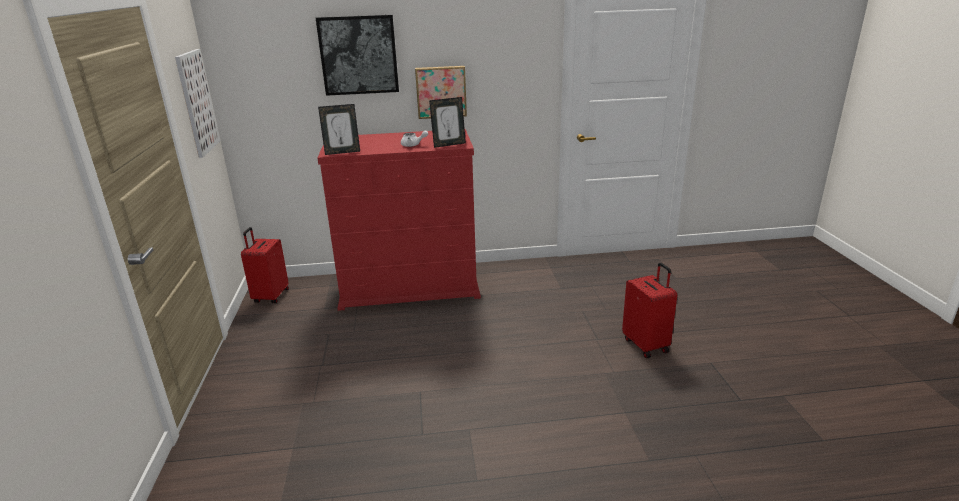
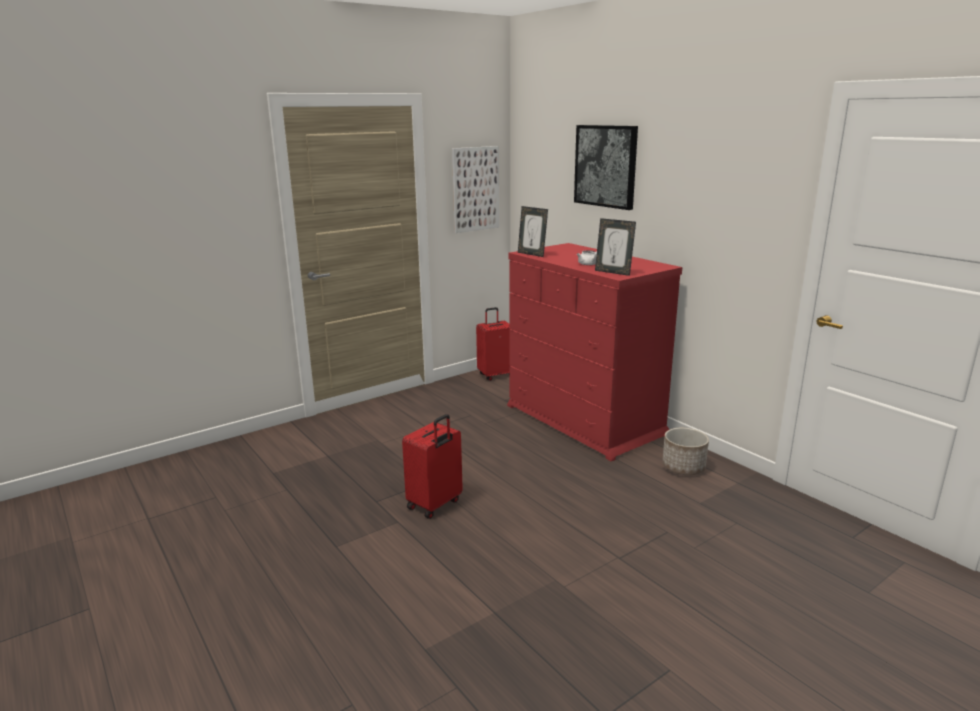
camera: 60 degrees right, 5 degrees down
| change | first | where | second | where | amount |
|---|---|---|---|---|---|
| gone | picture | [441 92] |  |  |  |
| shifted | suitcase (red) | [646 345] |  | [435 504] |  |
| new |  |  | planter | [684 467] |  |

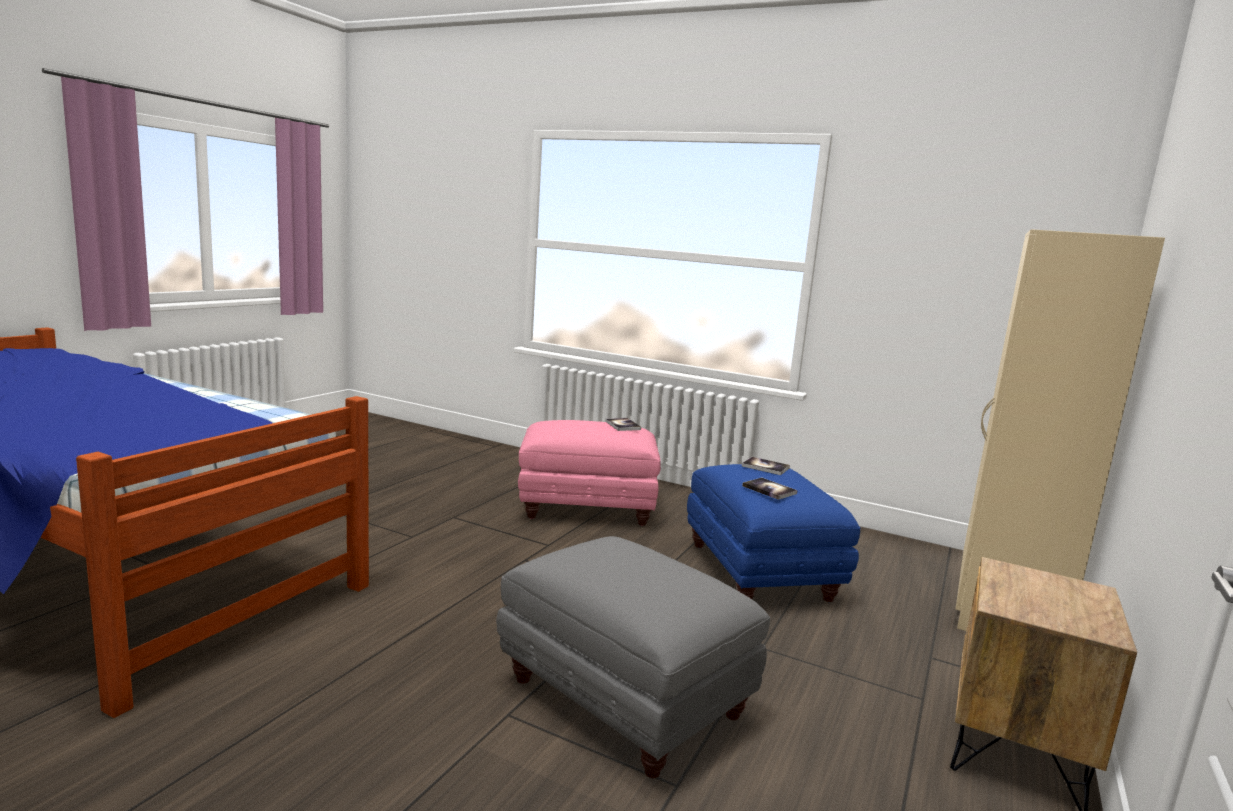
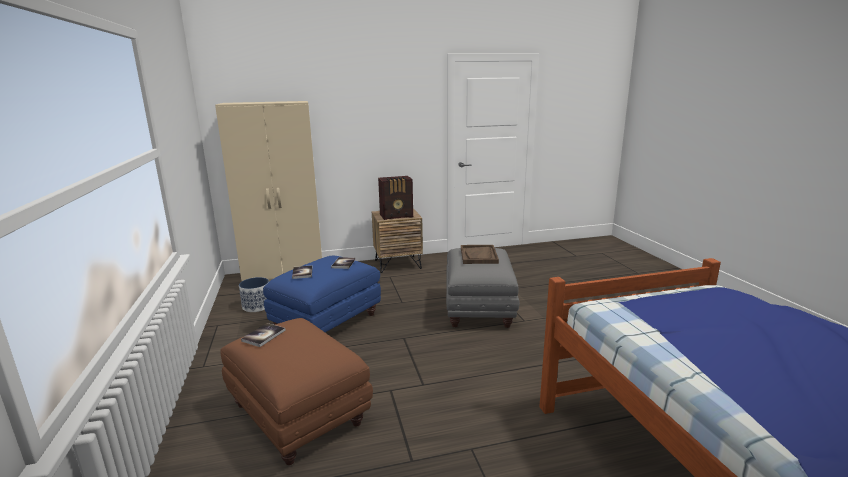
camera: 130 degrees left, 5 degrees up
| change | first | where | second | where | amount |
|---|---|---|---|---|---|
| repainted | ottoman (pink) | [585 508] | ottoman (brown) | [299 416] |  |
| new |  |  | planter | [257 306] |  |
| new |  |  | radio | [397 216] |  |
| new |  |  | tray (brown) | [478 256] |  |

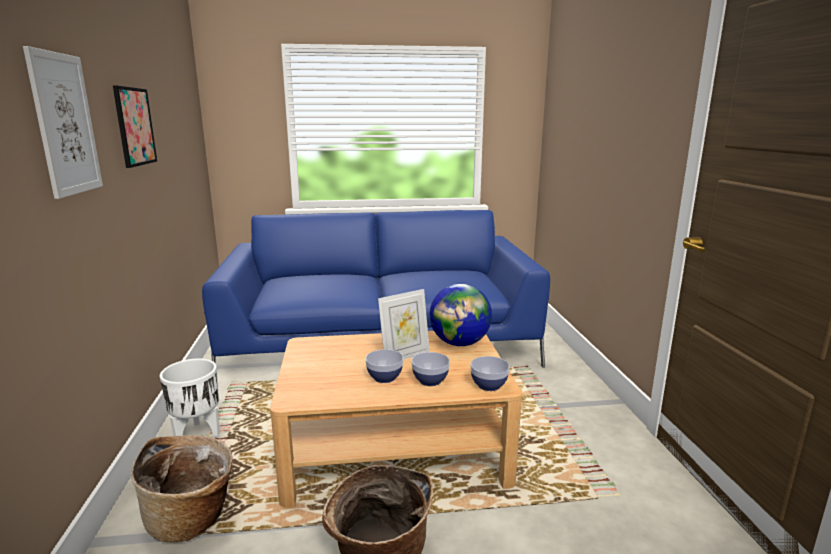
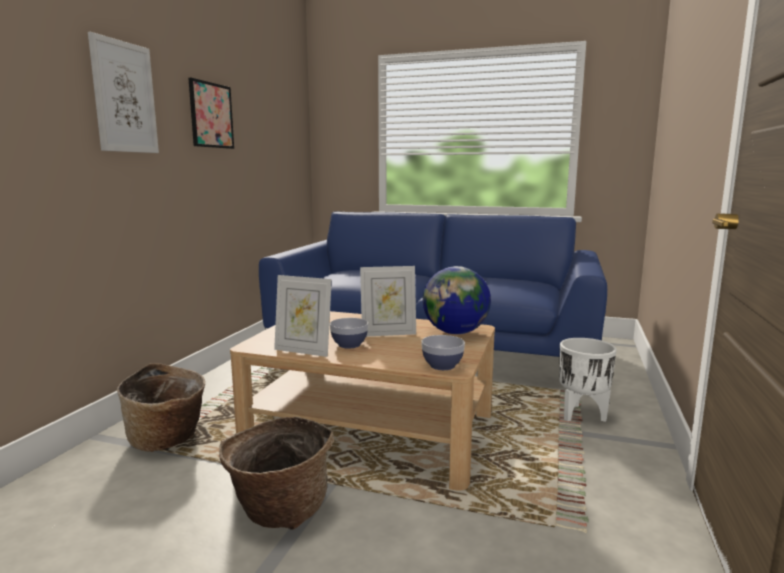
camera: 25 degrees right, 5 degrees down
| change | first | where | second | where | amount |
|---|---|---|---|---|---|
| shifted | planter (white) | [197 433] |  | [582 415] |  |
| gone | bowl | [430 380] |  |  |  |
| new |  |  | picture frame | [303 351] |  |

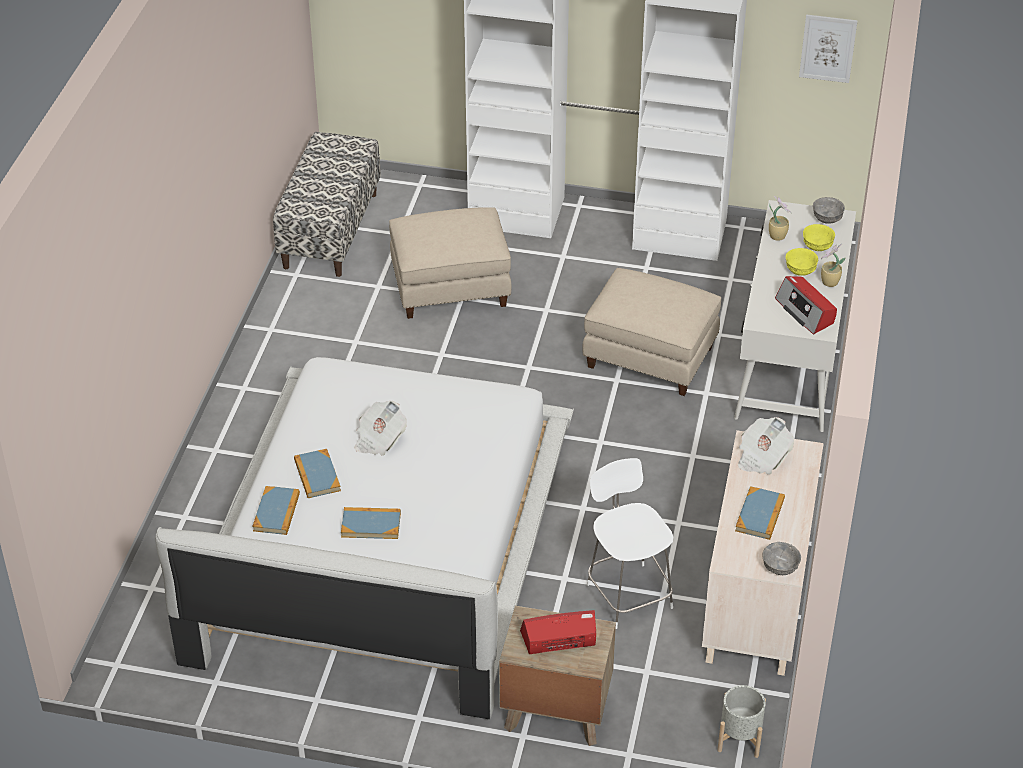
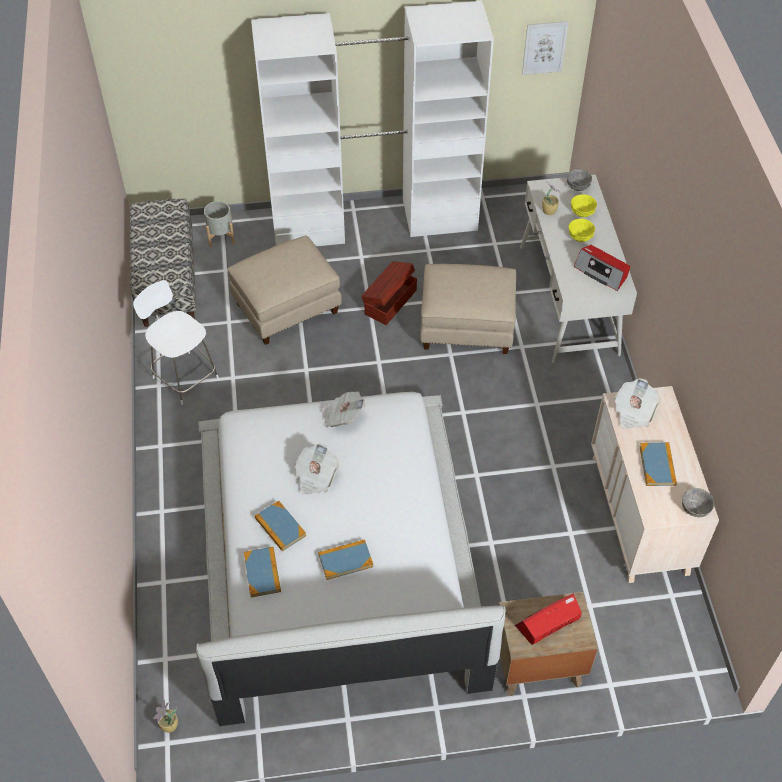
camera: 20 degrees left, 10 degrees up
| change | first | where | second | where | amount |
|---|---|---|---|---|---|
| shifted | chair (white) | [628 593] |  | [184 376] |  |
| shifted | planter (grey) | [739 738] |  | [221 236] |  |
| shifted | potted plant | [829 282] |  | [168 726] |  |
| new |  |  | newspaper | [342 416] |  |
| new |  |  | storage box (brown) | [389 302] |  |

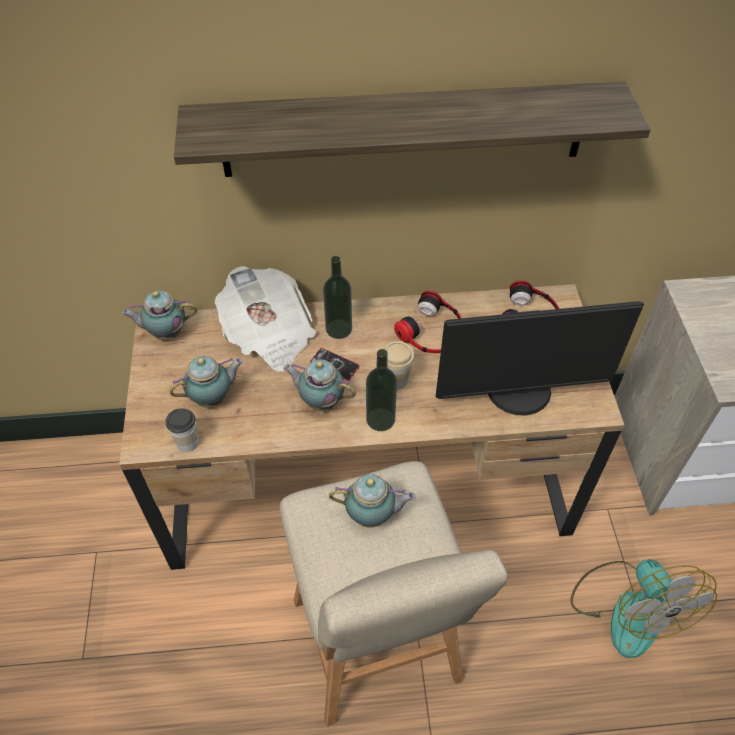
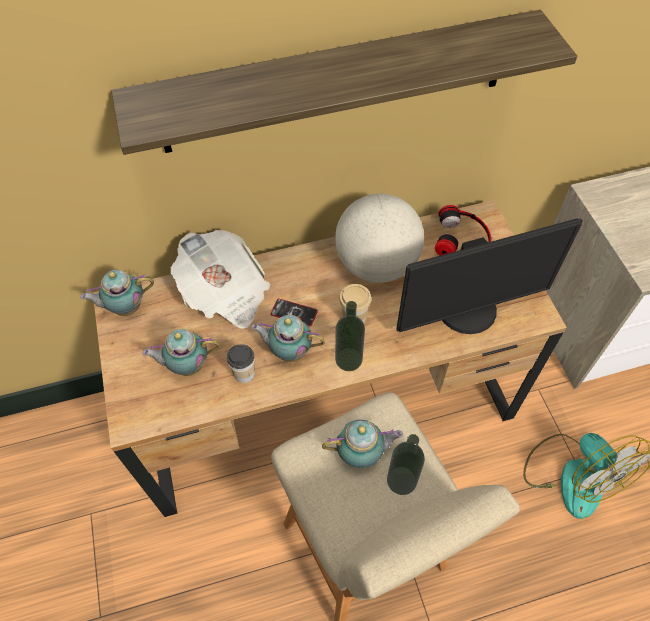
camera: 10 degrees left, 5 degrees up
| change | first | where | second | where | amount |
|---|---|---|---|---|---|
| shifted | cup | [188 442] |  | [244 374] |  |
| rotated | teapot | [213 398] |  | [187 365] | 150 degrees counterclockwise |
| shifted | bottle | [339 329] |  | [401 480] |  |
| swapped | headphones | [432 331] | globe | [376 265] |  |

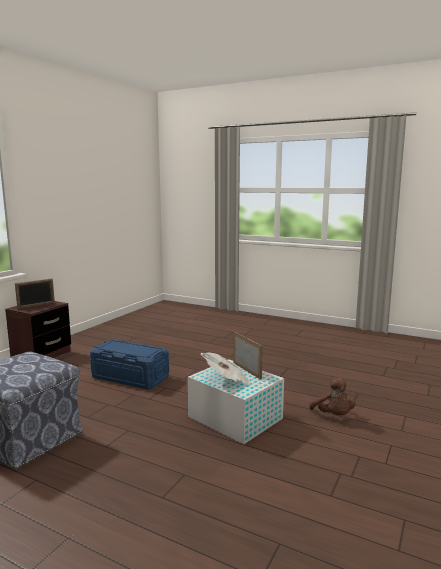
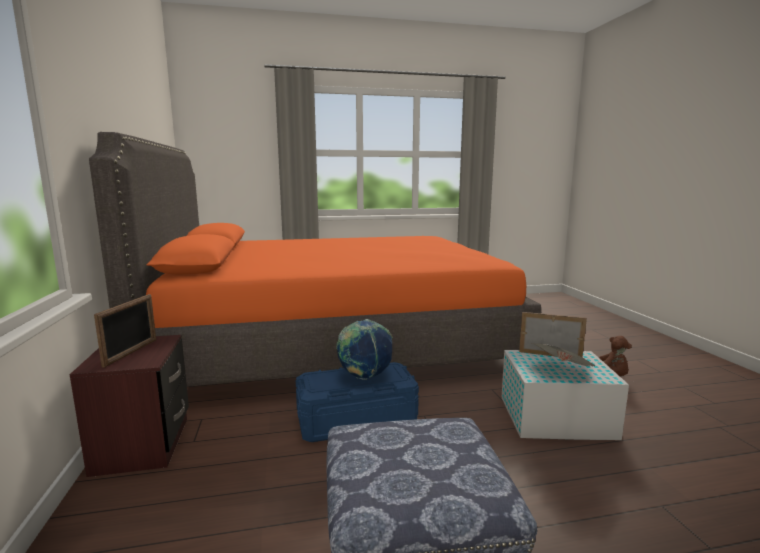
camera: 40 degrees left, 0 degrees up
| change | first | where | second | where | amount |
|---|---|---|---|---|---|
| new |  |  | bed (orange) | [333 345] |  |
| new |  |  | globe | [364 377] |  |

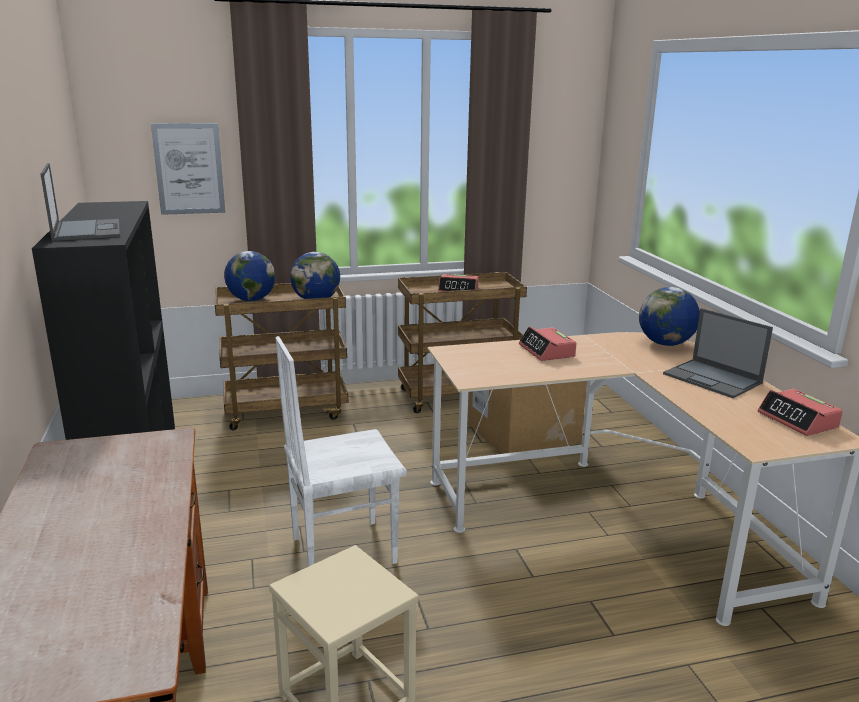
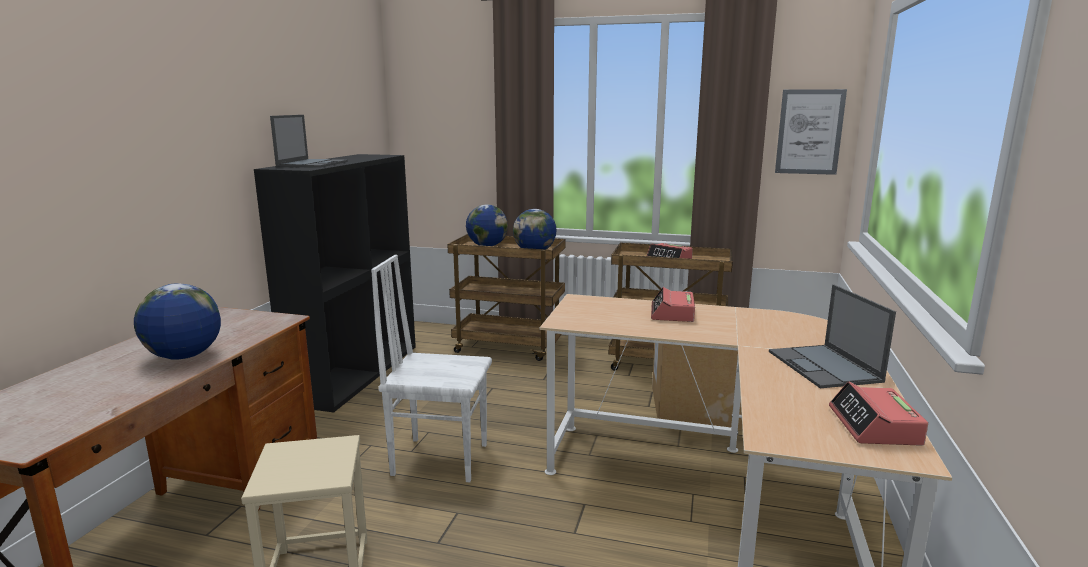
camera: 30 degrees right, 5 degrees down
| change | first | where | second | where | amount |
|---|---|---|---|---|---|
| shifted | picture | [189 169] |  | [809 132] |  |
| shifted | globe | [665 344] |  | [184 356] |  |

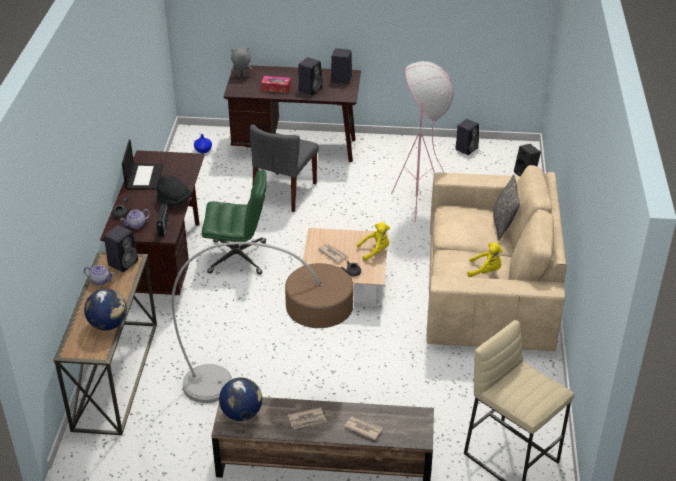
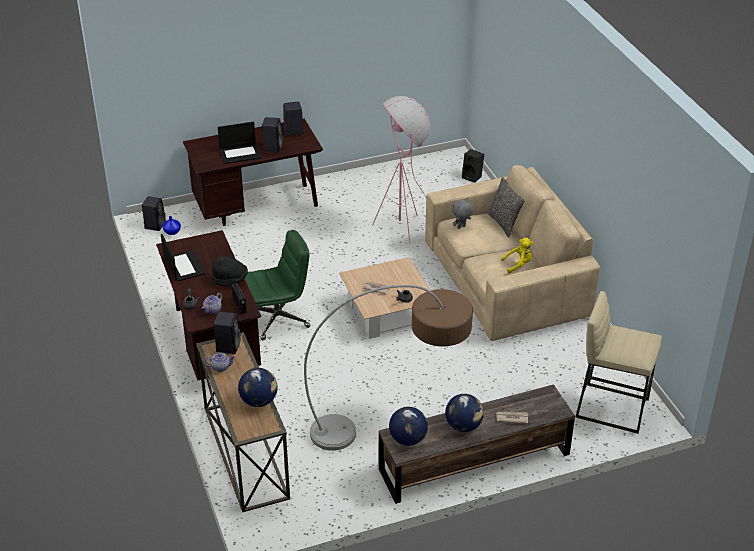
camera: 25 degrees left, 0 degrees up
| change | first | where | second | where | amount |
|---|---|---|---|---|---|
| shifted | plush toy (grey) | [241 76] |  | [461 227] |  |
| gone | chair (grey) | [284 192] |  |  |  |
| swapped | tissue box | [276 88] | laptop | [240 153] |  |
| swapped | newspaper | [307 419] | globe | [463 426] |  |
| gone | plush toy (yellow) | [375 251] |  |  |  |
| shifted | speaker (black) | [466 148] |  | [155 225] |  |

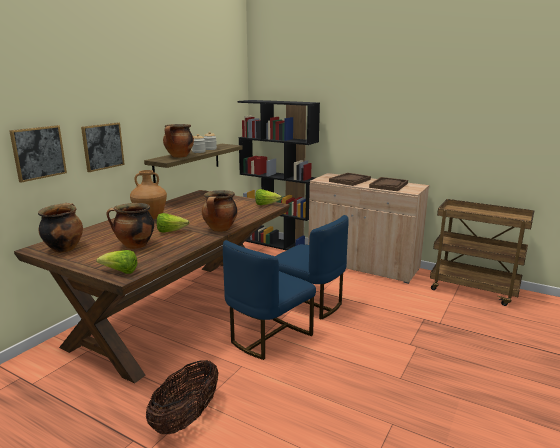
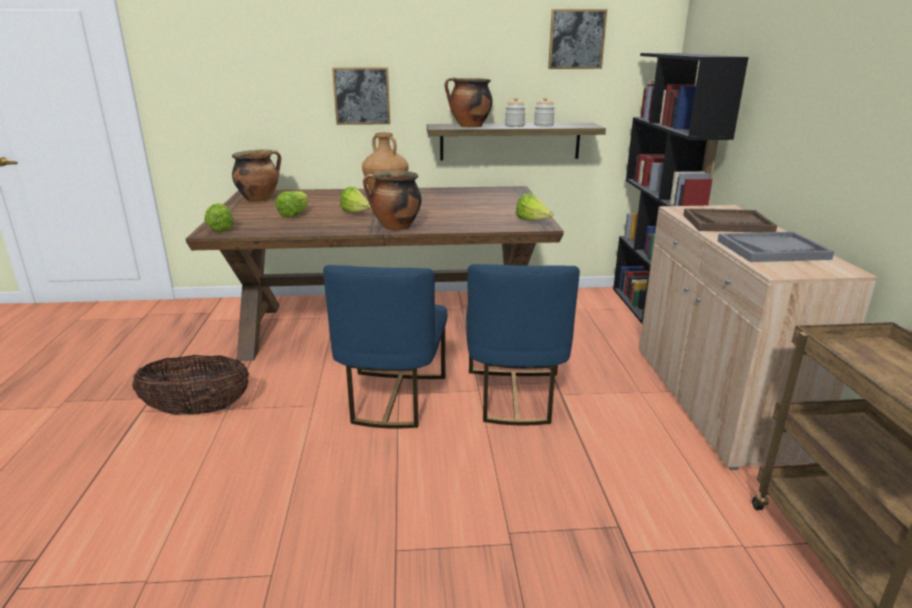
camera: 55 degrees right, 5 degrees up
| change | first | where | second | where | amount |
|---|---|---|---|---|---|
| shifted | picture | [38 152] |  | [576 39] |  |
| swapped | cooking pot | [134 246] | lettuce | [294 214] |  |
| rotated | chair (blue) | [268 337] |  | [392 398] | 90 degrees counterclockwise |
| repainted | tray (brown) | [388 185] | tray (grey) | [772 250] |  |

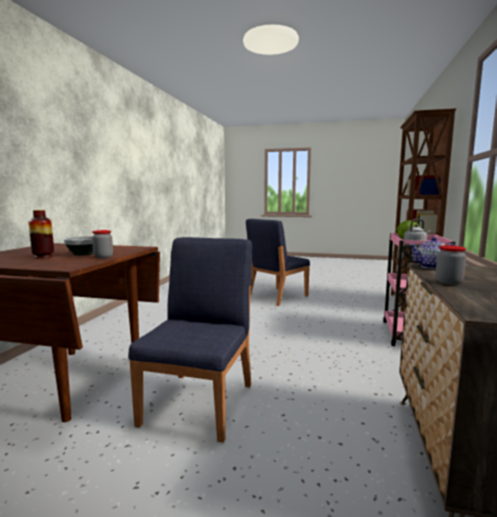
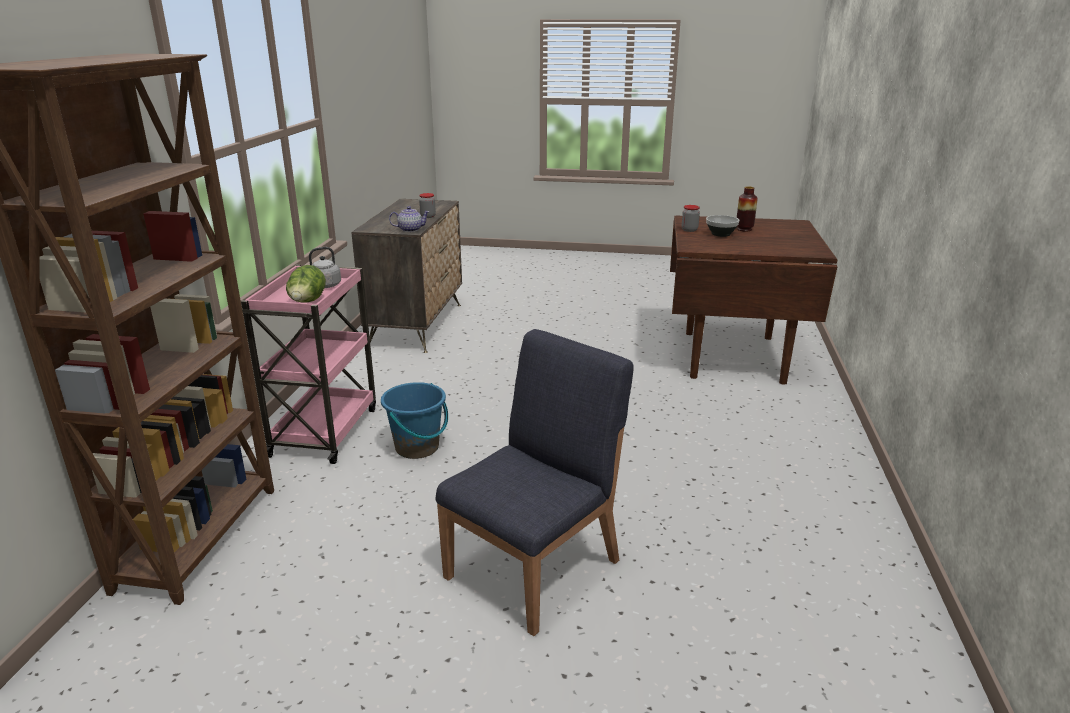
camera: 175 degrees right, 15 degrees up
| change | first | where | second | where | amount |
|---|---|---|---|---|---|
| gone | chair (blue) | [200 402] |  |  |  |
| new |  |  | bucket (blue) | [417 448] |  |

